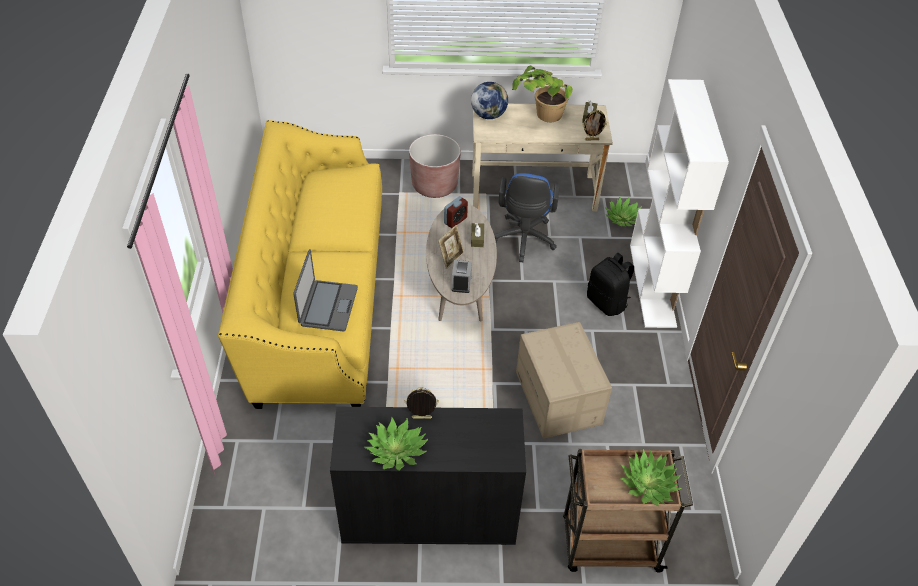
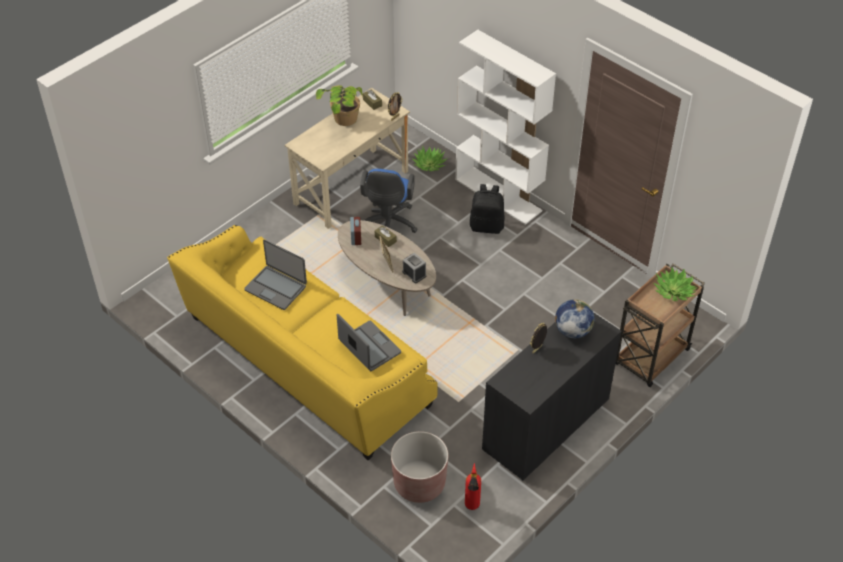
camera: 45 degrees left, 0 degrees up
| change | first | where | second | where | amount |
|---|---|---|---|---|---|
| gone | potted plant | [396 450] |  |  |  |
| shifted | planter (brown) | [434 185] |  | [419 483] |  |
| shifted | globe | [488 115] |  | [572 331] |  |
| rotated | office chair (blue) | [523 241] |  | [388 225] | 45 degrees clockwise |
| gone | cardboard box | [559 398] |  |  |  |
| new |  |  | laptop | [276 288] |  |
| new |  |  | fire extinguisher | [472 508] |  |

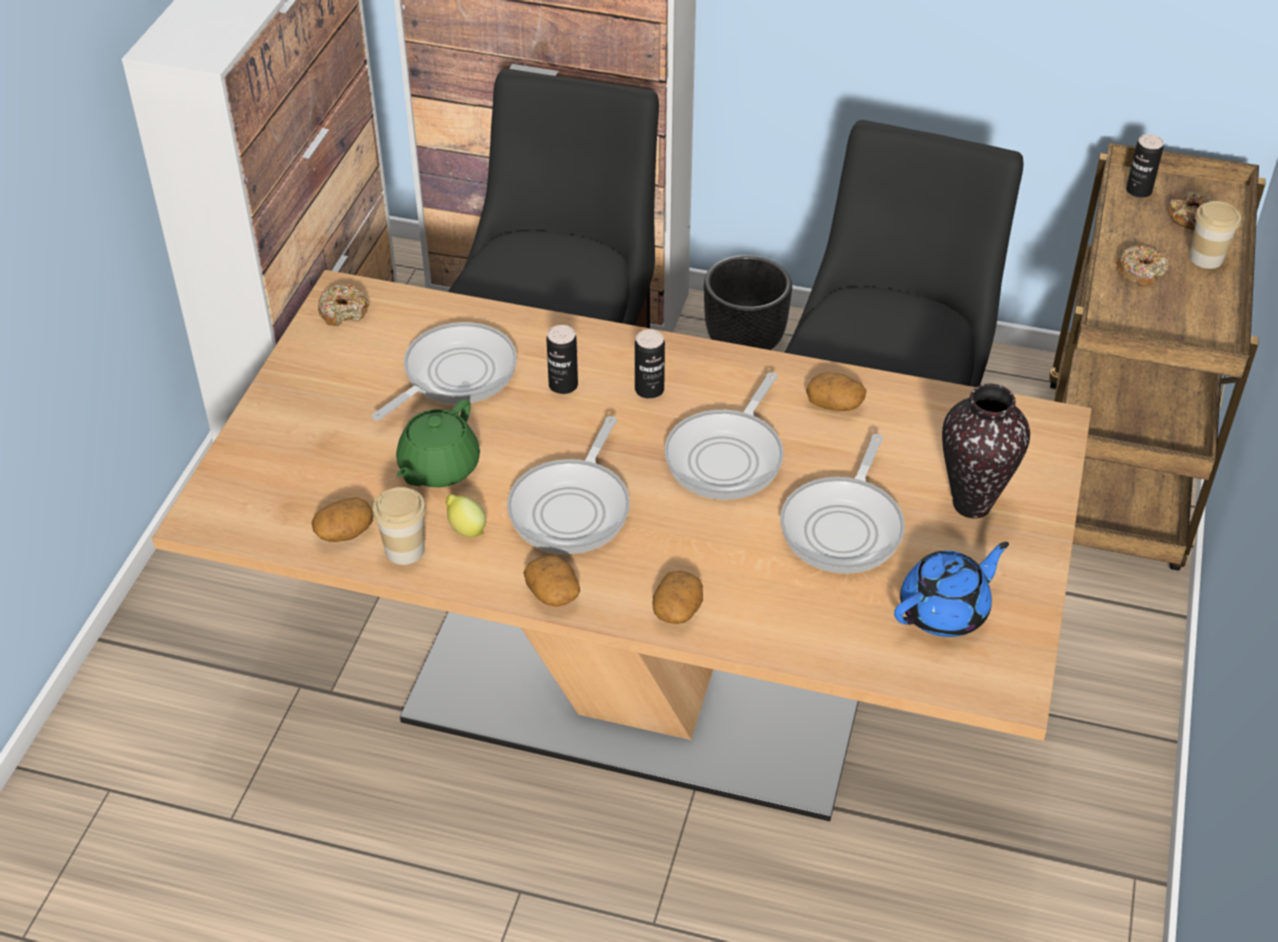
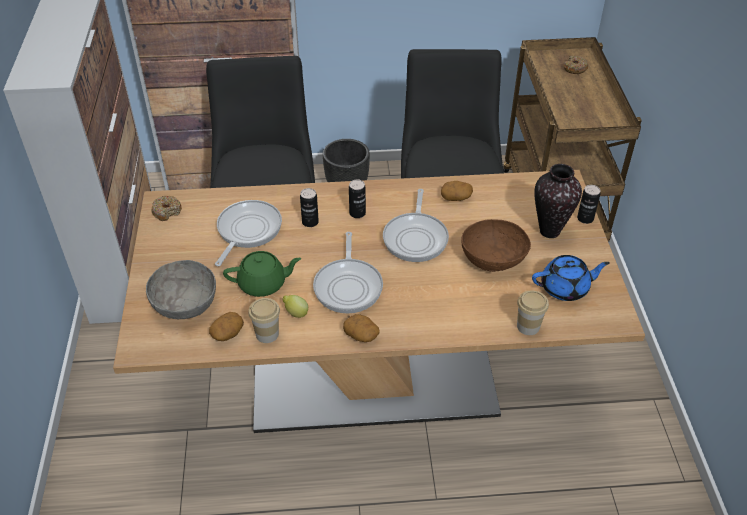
camera: 20 degrees left, 0 degrees up
| change | first | where | second | where | amount |
|---|---|---|---|---|---|
| rotated | teapot (green) | [438 468] |  | [263 284] | 105 degrees counterclockwise |
| gone | potato | [677 610] |  |  |  |
| swapped | frying pan | [844 526] | bowl (brown) | [493 258] |  |
| rotated | teapot (blue) | [945 611] |  | [565 288] | 45 degrees clockwise |
| gone | donut | [1140 272] |  |  |  |
| shifted | can | [1138 191] |  | [585 218] |  |
| shifted | cup | [1206 258] |  | [528 326] |  |
| new |  |  | bowl (grey) | [184 303] |  |

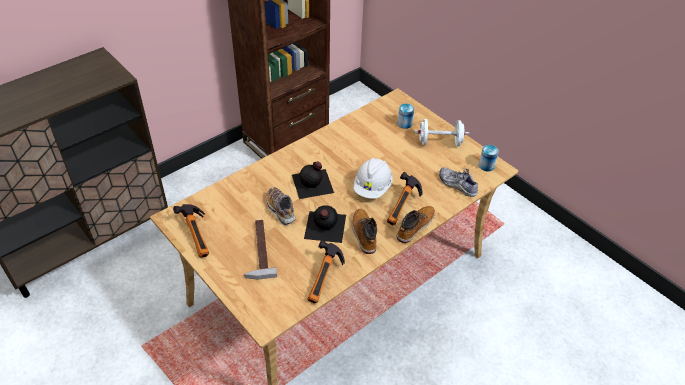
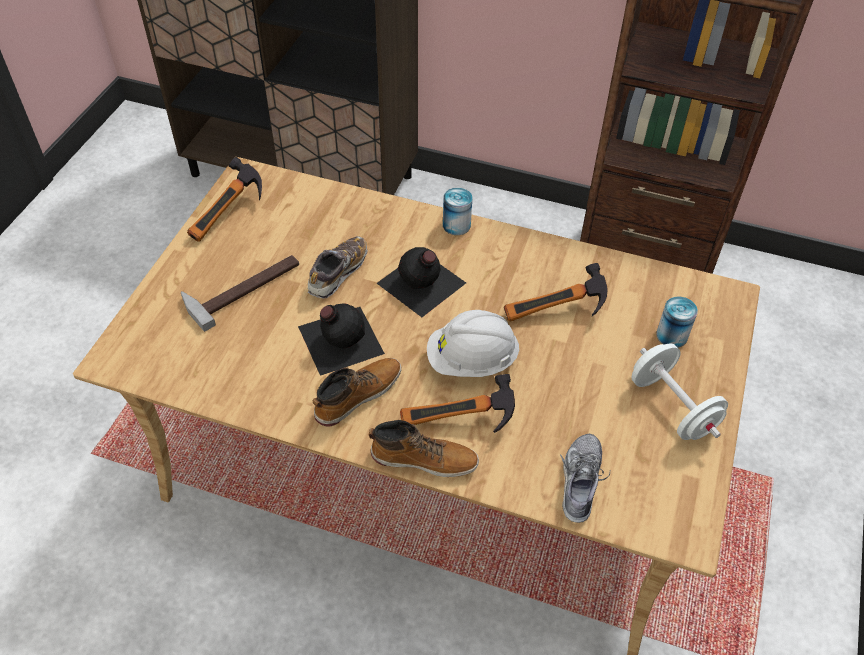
camera: 60 degrees right, 5 degrees up
| change | first | where | second | where | amount |
|---|---|---|---|---|---|
| shifted | hammer | [326 280] |  | [555 315] |  |
| shifted | can | [486 166] |  | [456 225] |  |

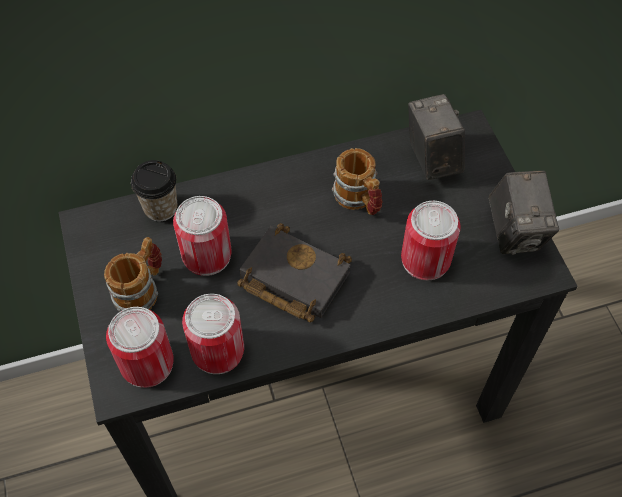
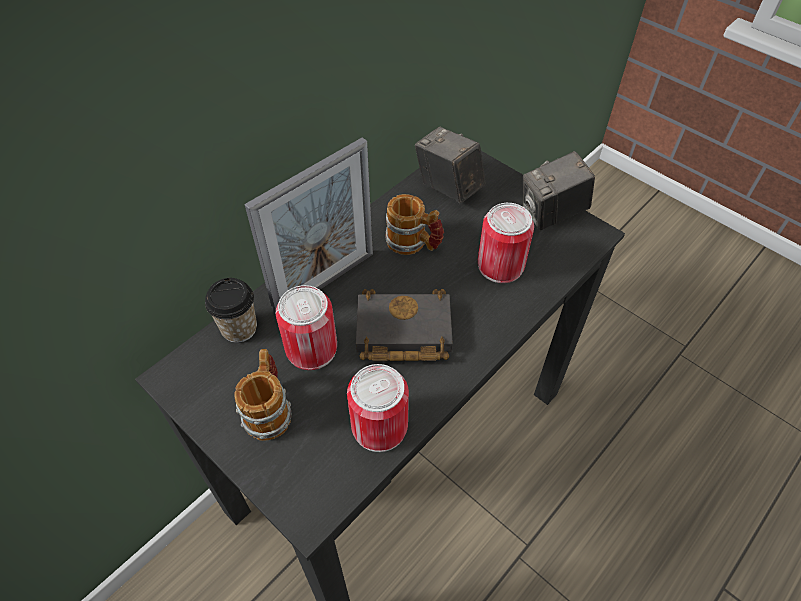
camera: 30 degrees left, 5 degrees down
| change | first | where | second | where | amount |
|---|---|---|---|---|---|
| gone | can | [147 363] |  |  |  |
| rotated | photo camera | [515 232] |  | [551 214] | 105 degrees clockwise |
| new |  |  | picture frame | [325 283] |  |

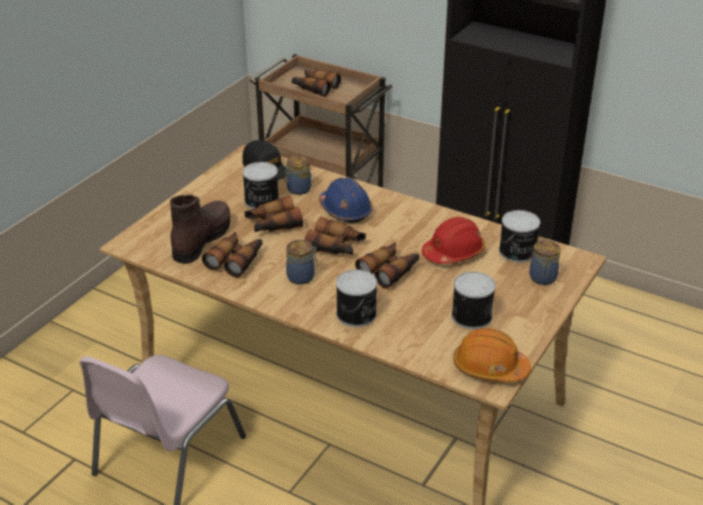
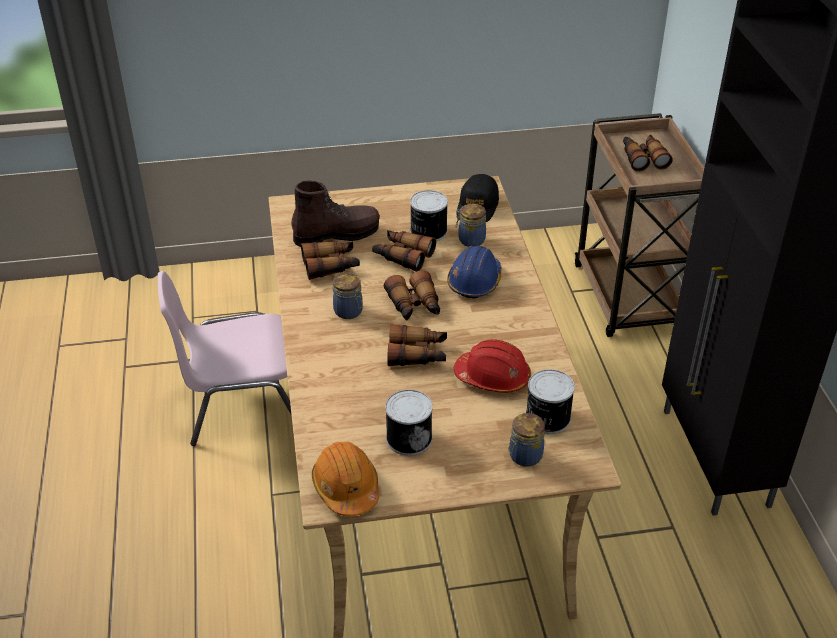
camera: 50 degrees right, 5 degrees up
| change | first | where | second | where | amount |
|---|---|---|---|---|---|
| gone | can | [357 314] |  |  |  |

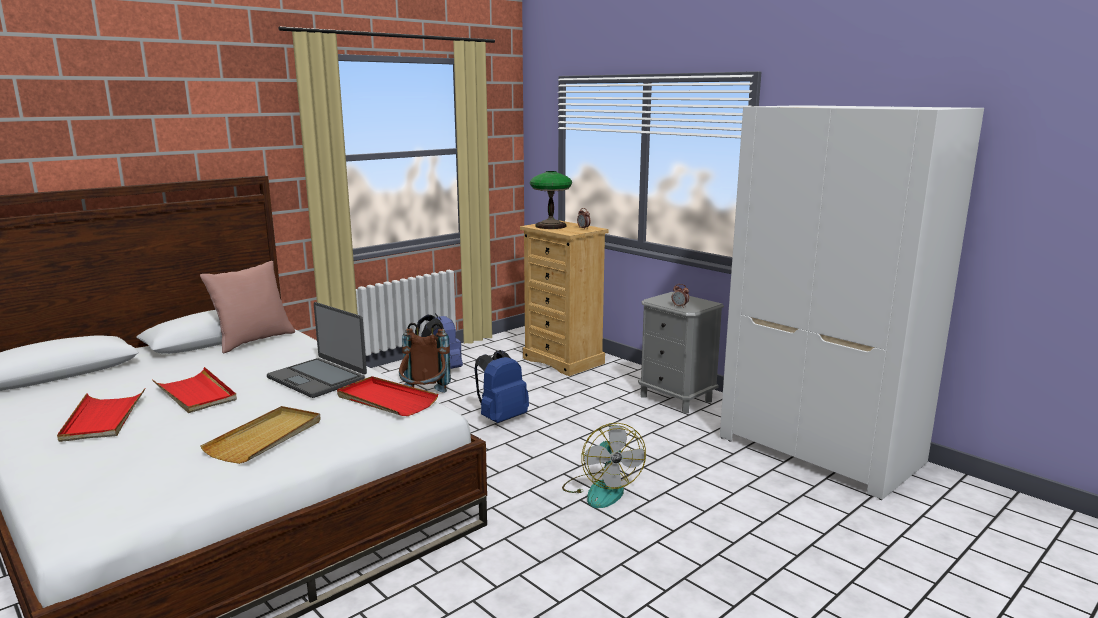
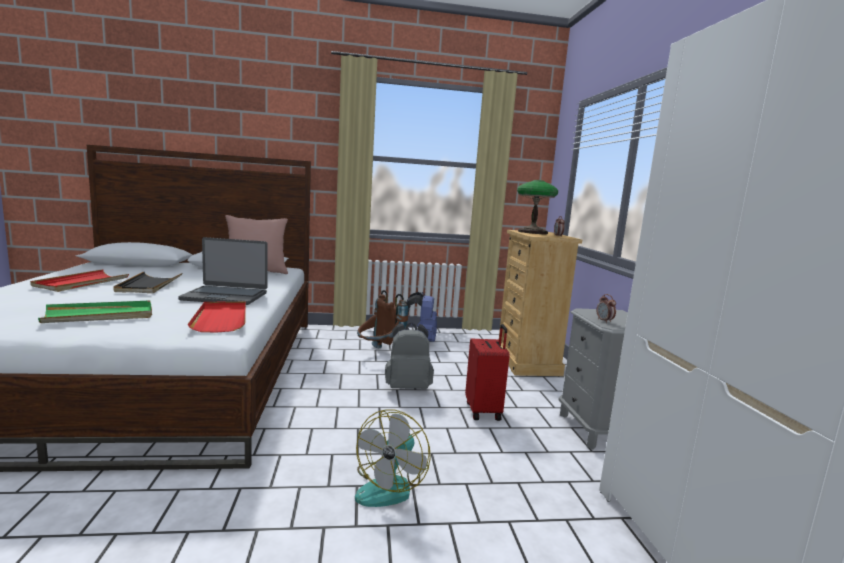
camera: 35 degrees right, 5 degrees down
| change | first | where | second | where | amount |
|---|---|---|---|---|---|
| repainted | tray (red) | [196 394] | tray (black) | [149 285] |  |
| repainted | tray (beige) | [266 437] | tray (green) | [100 315] |  |
| rotated | laptop | [318 378] |  | [225 296] | 75 degrees counterclockwise |
| repainted | backpack (blue) | [501 418] | backpack (grey) | [407 387] |  |
| new |  |  | suitcase (red) | [484 411] |  |

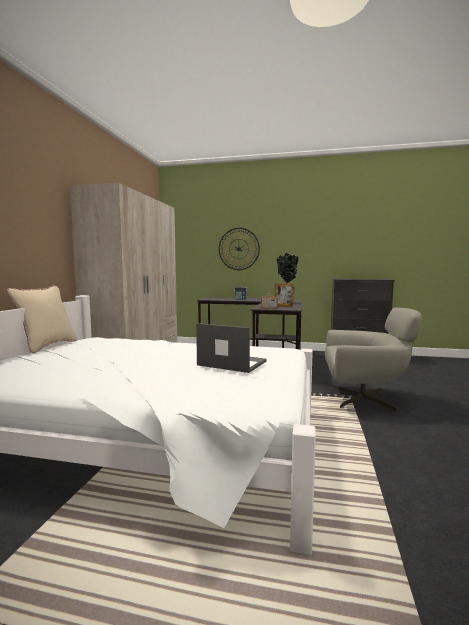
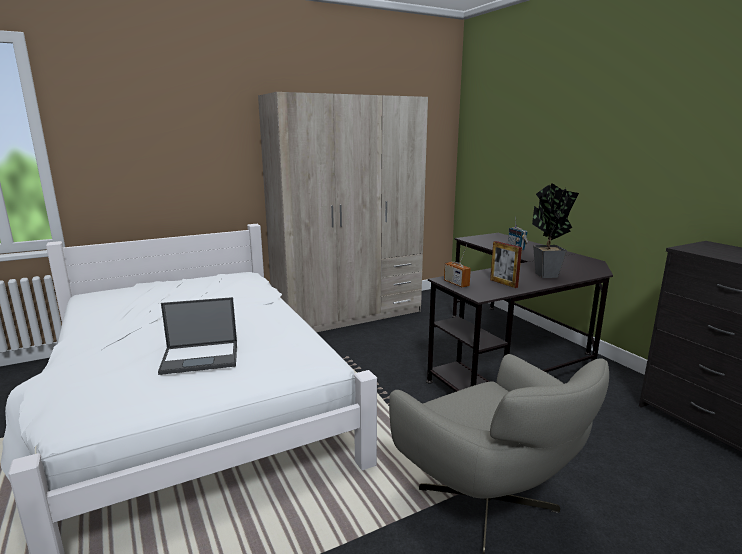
camera: 50 degrees right, 10 degrees up
| change | first | where | second | where | amount |
|---|---|---|---|---|---|
| gone | pillow (beige) | [47 346] |  |  |  |
| rotated | laptop | [231 363] |  | [201 357] | 90 degrees clockwise |
| gone | wall clock | [238 249] |  |  |  |

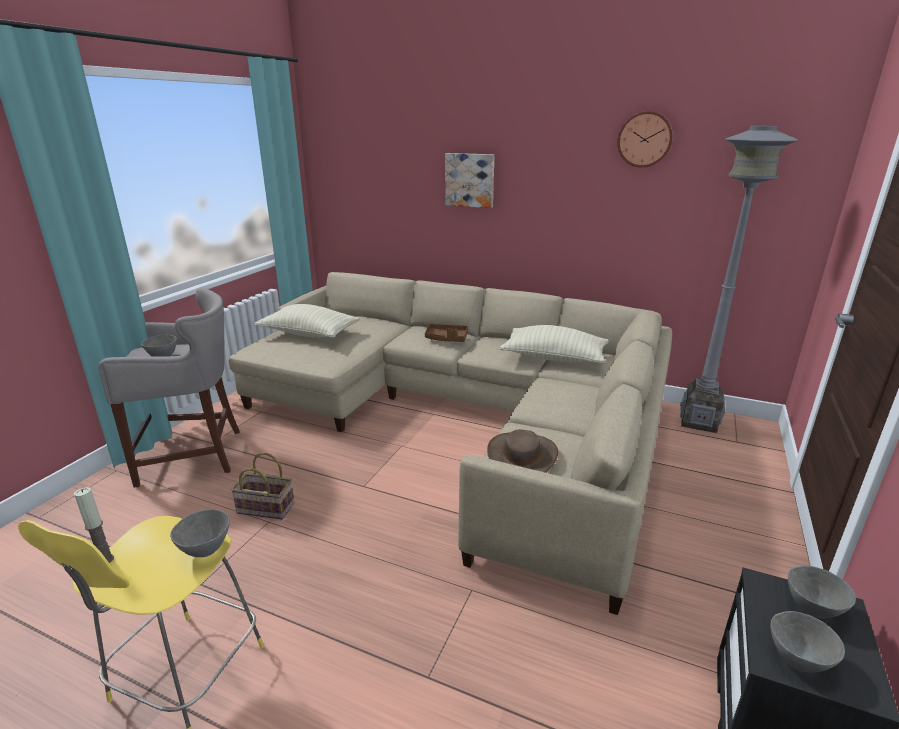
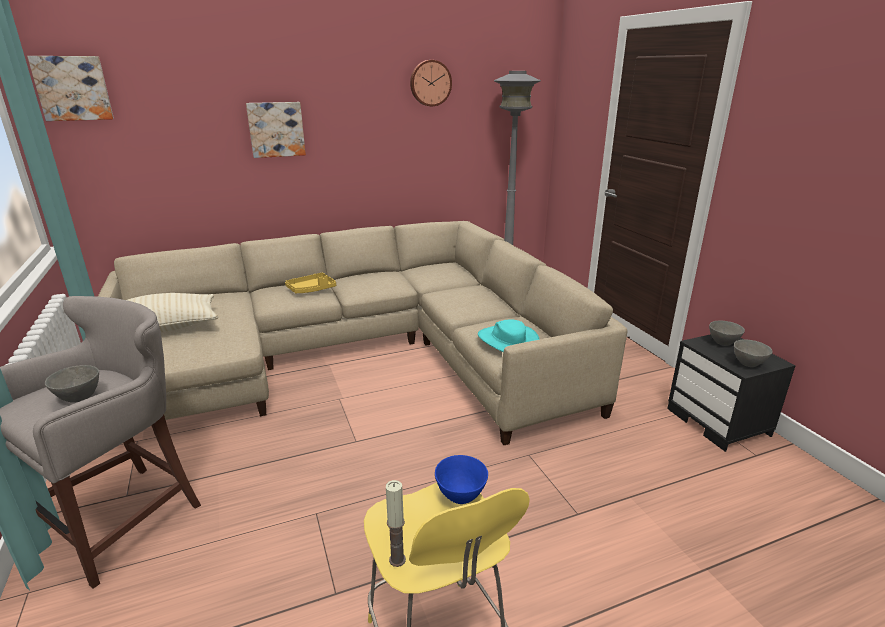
camera: 45 degrees left, 0 degrees up
| change | first | where | second | where | amount |
|---|---|---|---|---|---|
| repainted | bowl (grey) | [206 550] | bowl (blue) | [461 496] |  |
| gone | basket | [264 508] |  |  |  |
| repainted | tray (brown) | [446 339] | tray (yellow) | [311 289] |  |
| repainted | hat (brown) | [522 456] | hat (turquoise) | [508 341] |  |
| gone | pillow (beige) | [554 358] |  |  |  |
| new |  |  | picture | [73 88] |  |

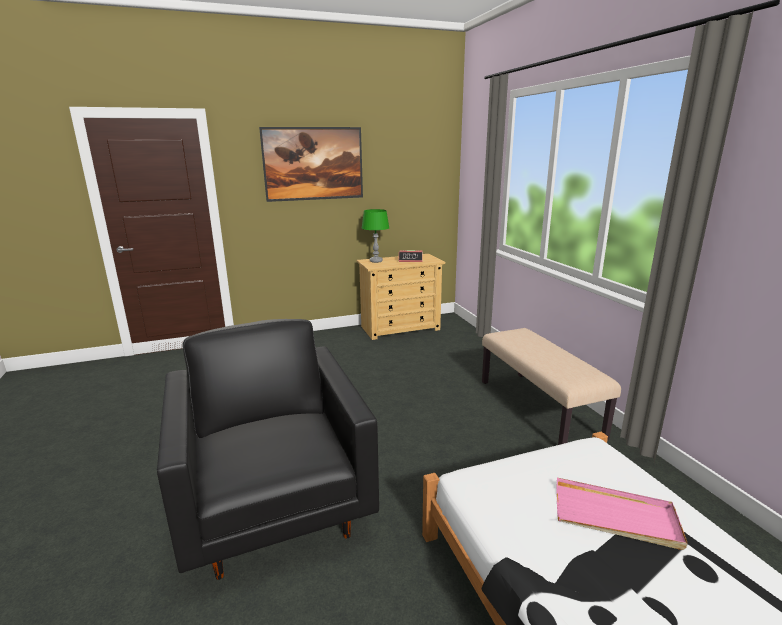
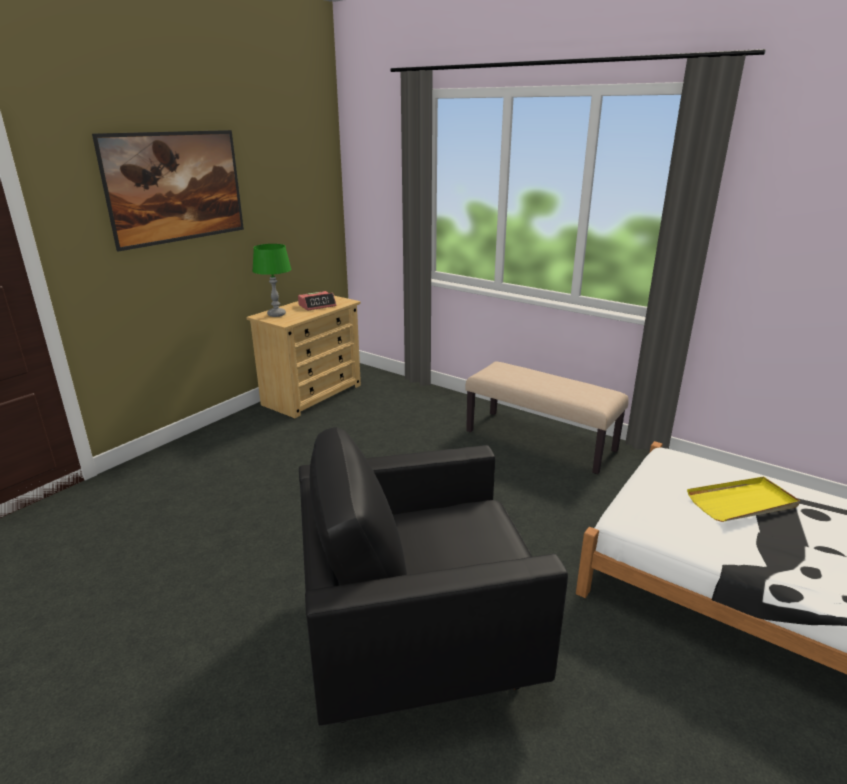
camera: 35 degrees left, 5 degrees up
| change | first | where | second | where | amount |
|---|---|---|---|---|---|
| rotated | armchair (black) | [275 507] |  | [419 641] | 45 degrees counterclockwise |
| repainted | tray (pink) | [615 517] | tray (yellow) | [742 503] |  |

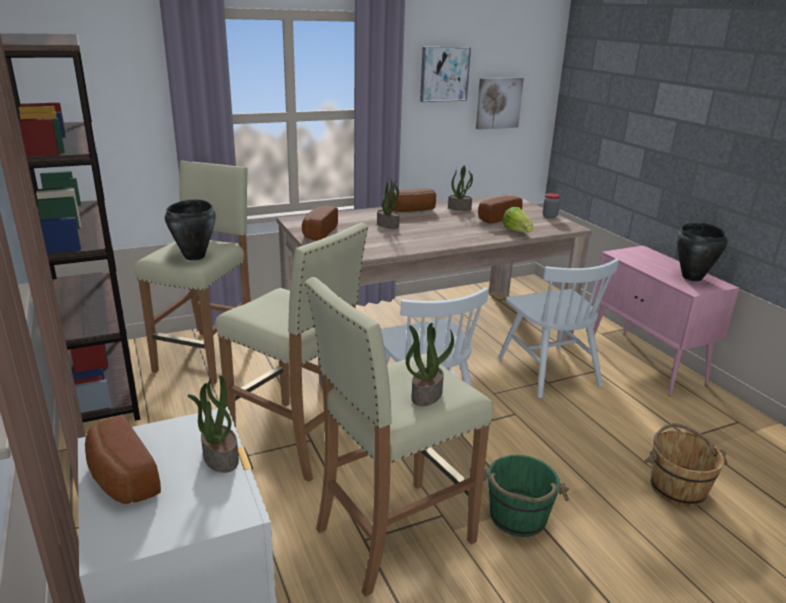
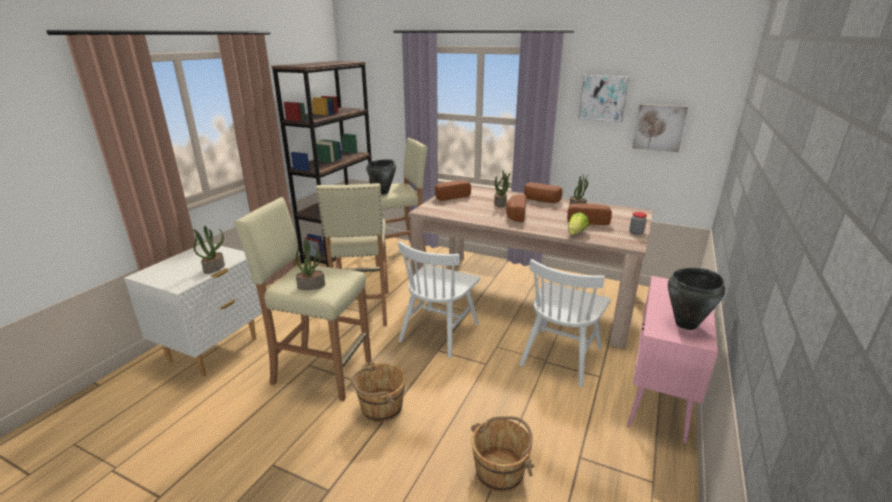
camera: 50 degrees right, 0 degrees up
| change | first | where | second | where | amount |
|---|---|---|---|---|---|
| shifted | bread | [120 478] |  | [515 215] |  |
| repainted | bucket (green) | [517 517] | bucket (brown) | [381 407] |  |

